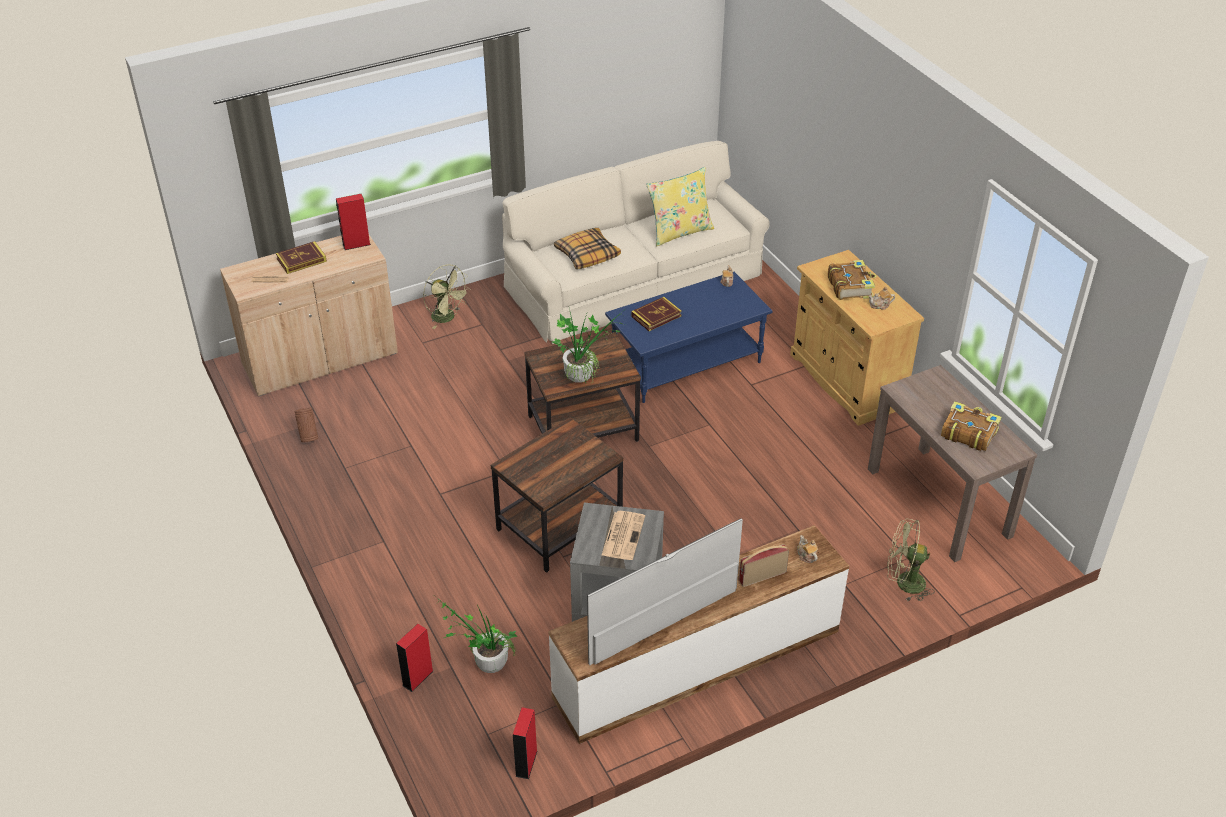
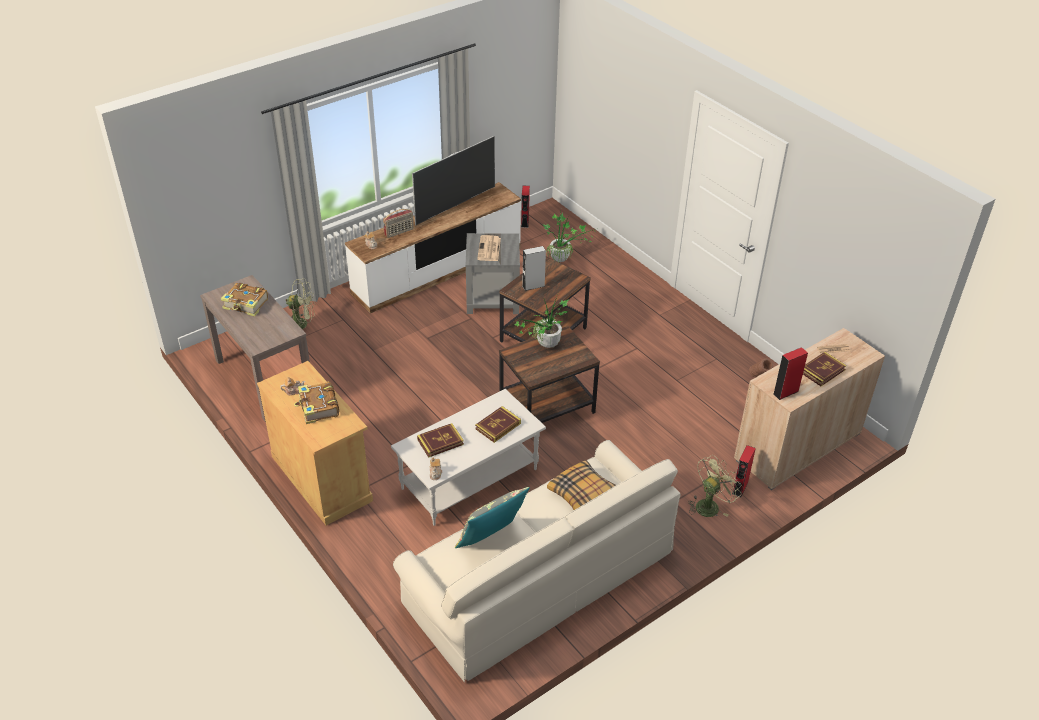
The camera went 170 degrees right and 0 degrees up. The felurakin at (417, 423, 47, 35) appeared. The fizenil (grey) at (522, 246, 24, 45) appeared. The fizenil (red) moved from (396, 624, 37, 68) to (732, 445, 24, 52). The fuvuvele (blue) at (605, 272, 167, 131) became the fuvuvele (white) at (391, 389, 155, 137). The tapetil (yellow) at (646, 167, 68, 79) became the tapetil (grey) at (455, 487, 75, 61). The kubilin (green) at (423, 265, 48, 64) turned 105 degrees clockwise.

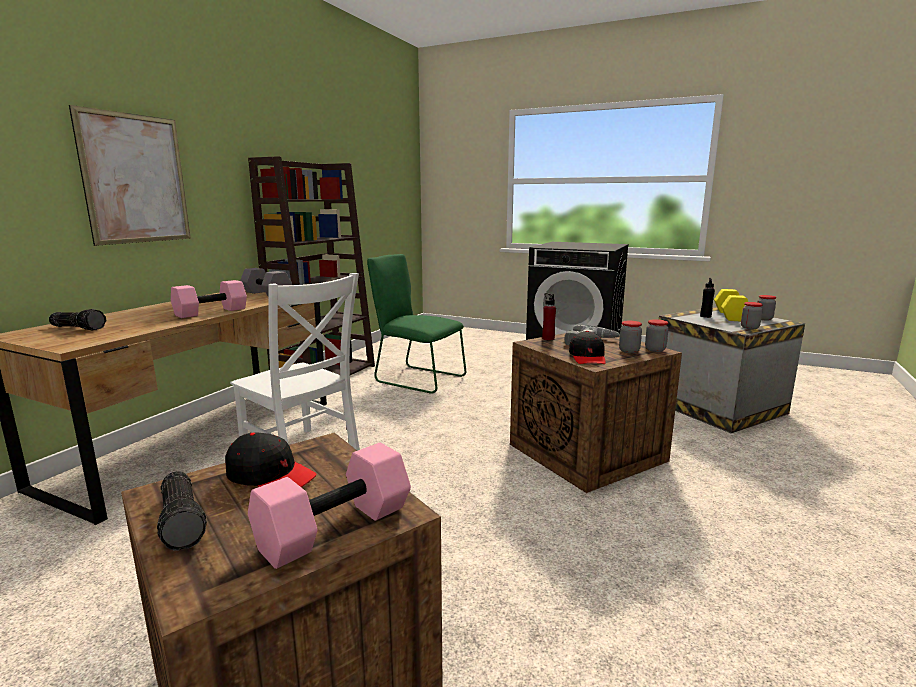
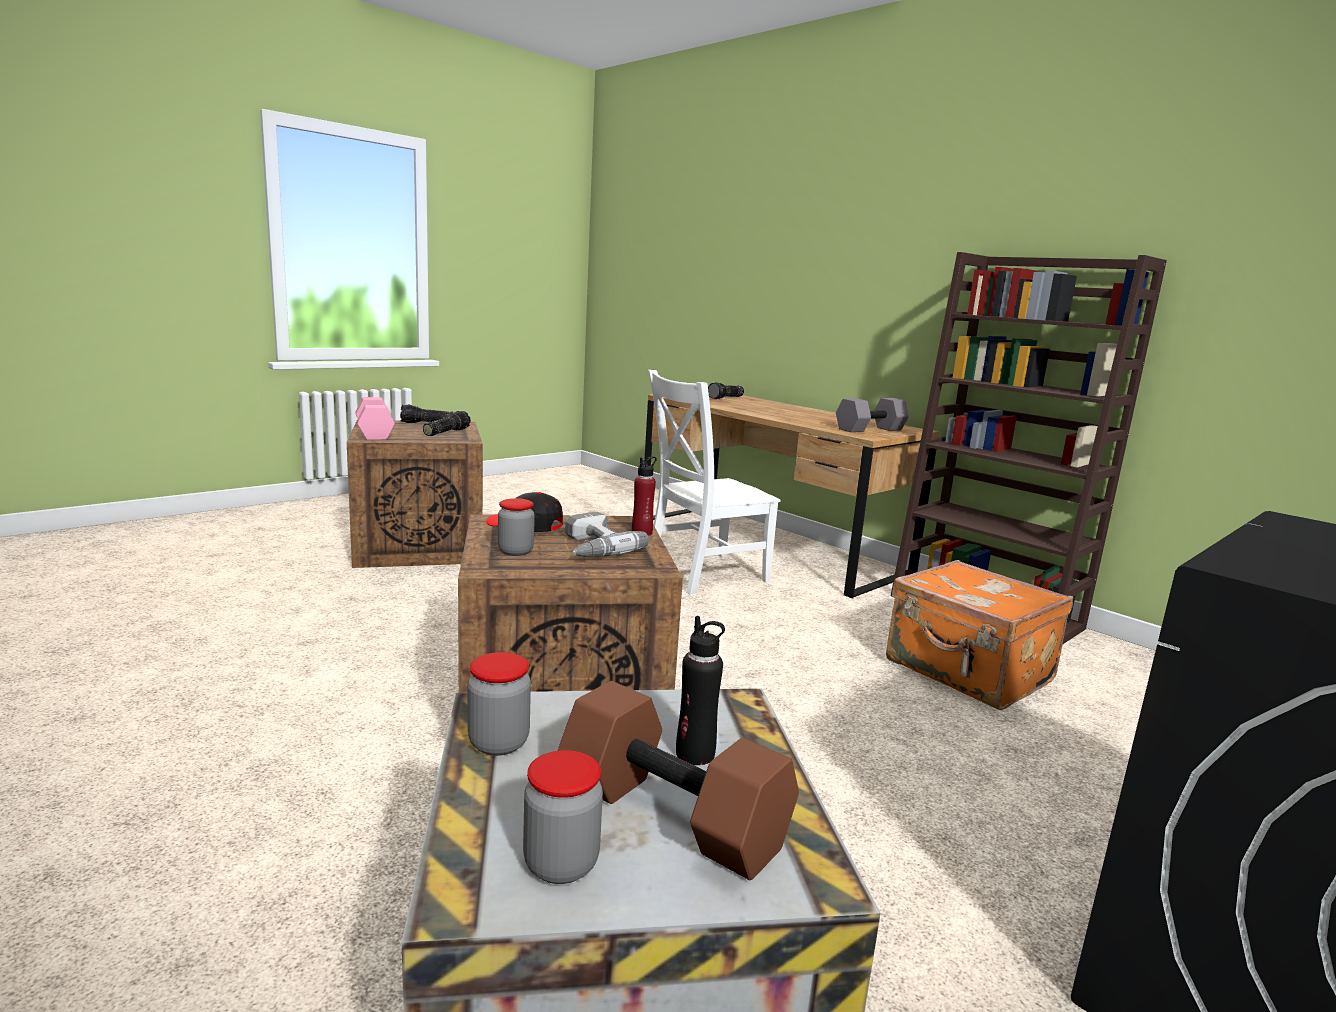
The camera went 110 degrees right and 0 degrees up. The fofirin at (69, 105, 122, 141) disappeared. The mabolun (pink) at (171, 280, 76, 38) disappeared. The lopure at (645, 319, 23, 33) disappeared. The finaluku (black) at (225, 432, 92, 55) was replaced by the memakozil at (423, 411, 48, 25). The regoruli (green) at (367, 254, 99, 140) was replaced by the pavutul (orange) at (886, 560, 187, 150). The mabolun (yellow) at (714, 289, 34, 32) became the mabolun (brown) at (558, 681, 241, 199).

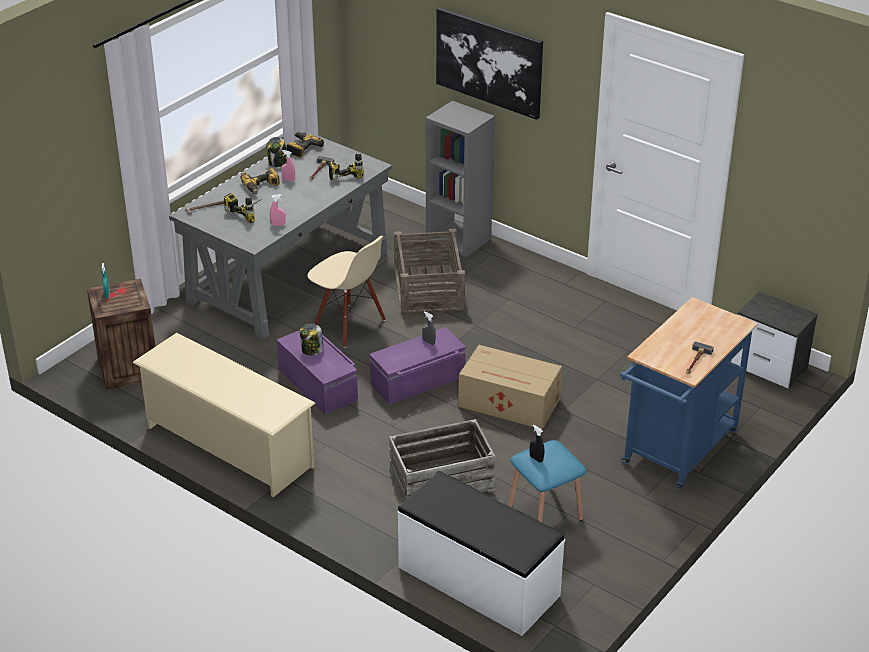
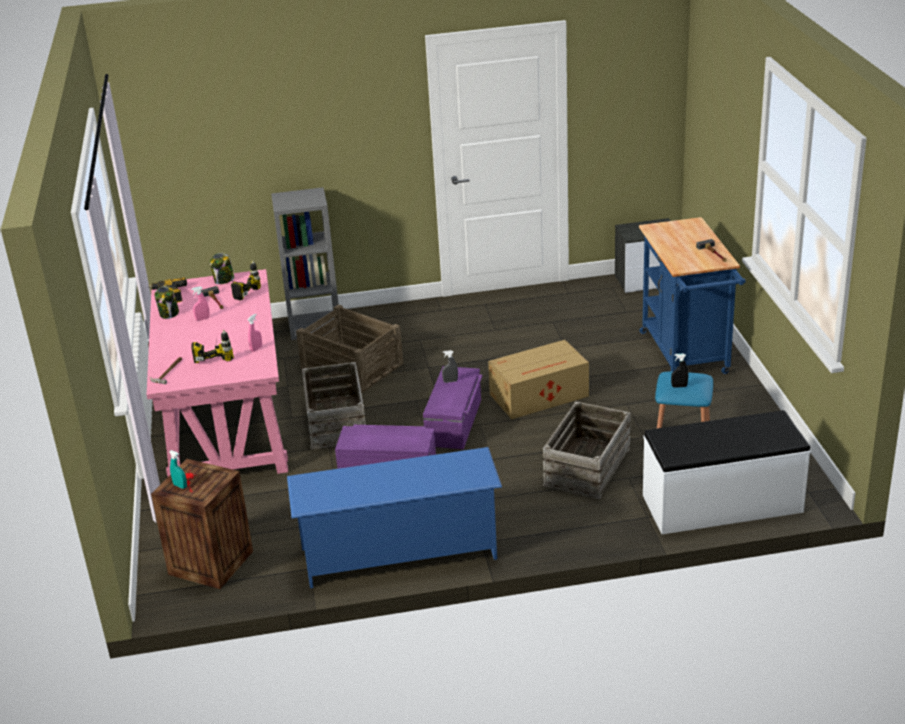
The camera went 45 degrees left and 5 degrees down. The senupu at (240, 168, 40, 26) disappeared. The fofirin at (436, 7, 107, 113) disappeared. The lopure moved from (300, 323, 24, 33) to (210, 253, 24, 31). The regoruli (beige) at (307, 236, 79, 112) was replaced by the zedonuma at (302, 362, 64, 88). The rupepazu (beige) at (133, 333, 182, 164) became the rupepazu (blue) at (287, 447, 215, 141). The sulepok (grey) at (169, 132, 223, 208) became the sulepok (pink) at (147, 269, 141, 208).

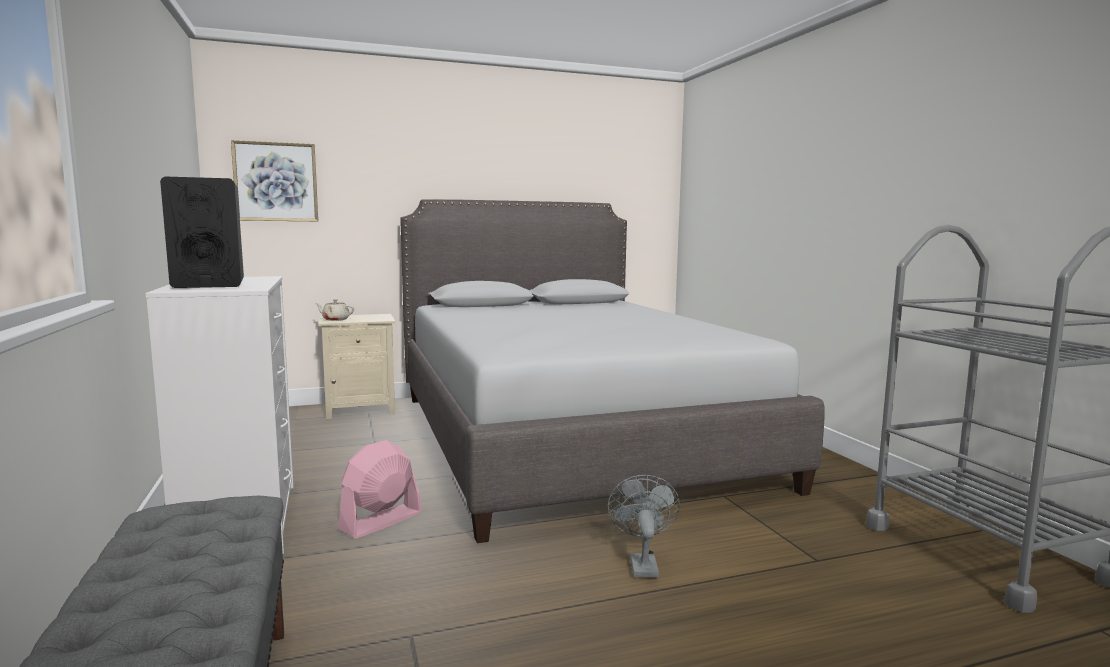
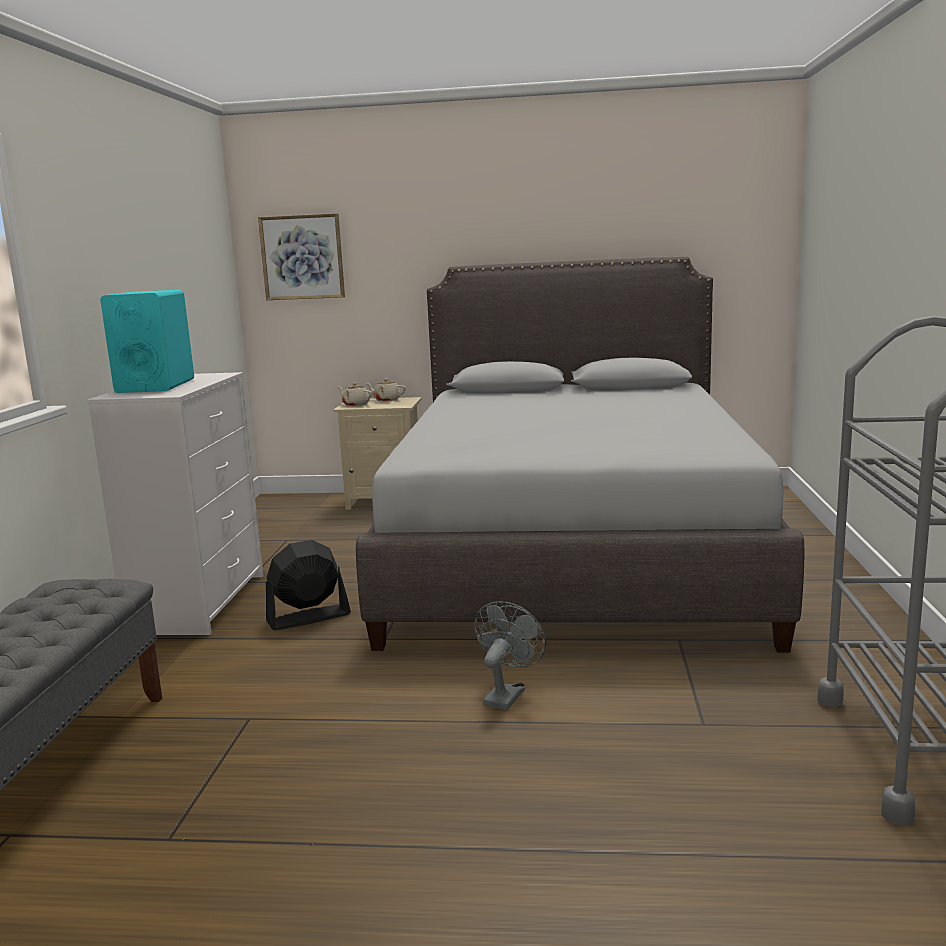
The camera went 25 degrees right and 5 degrees up. The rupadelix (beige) at (366, 379, 40, 22) appeared. The fizenil (black) at (160, 177, 84, 111) became the fizenil (turquoise) at (100, 290, 94, 103). The kubilin (pink) at (338, 440, 84, 98) became the kubilin (black) at (266, 540, 85, 90).

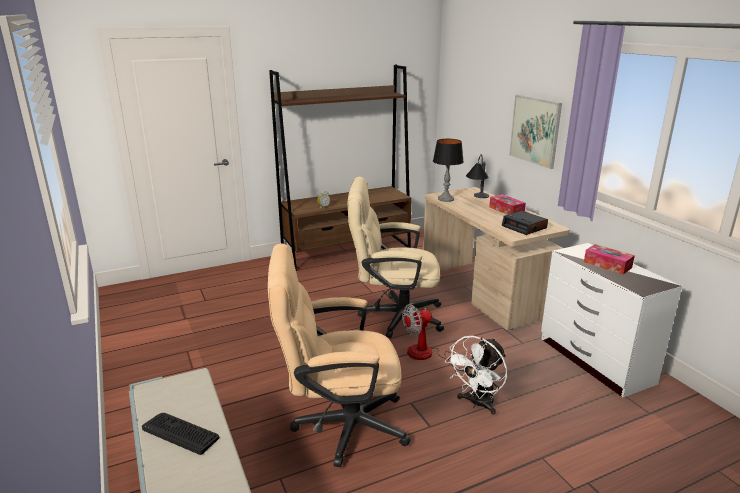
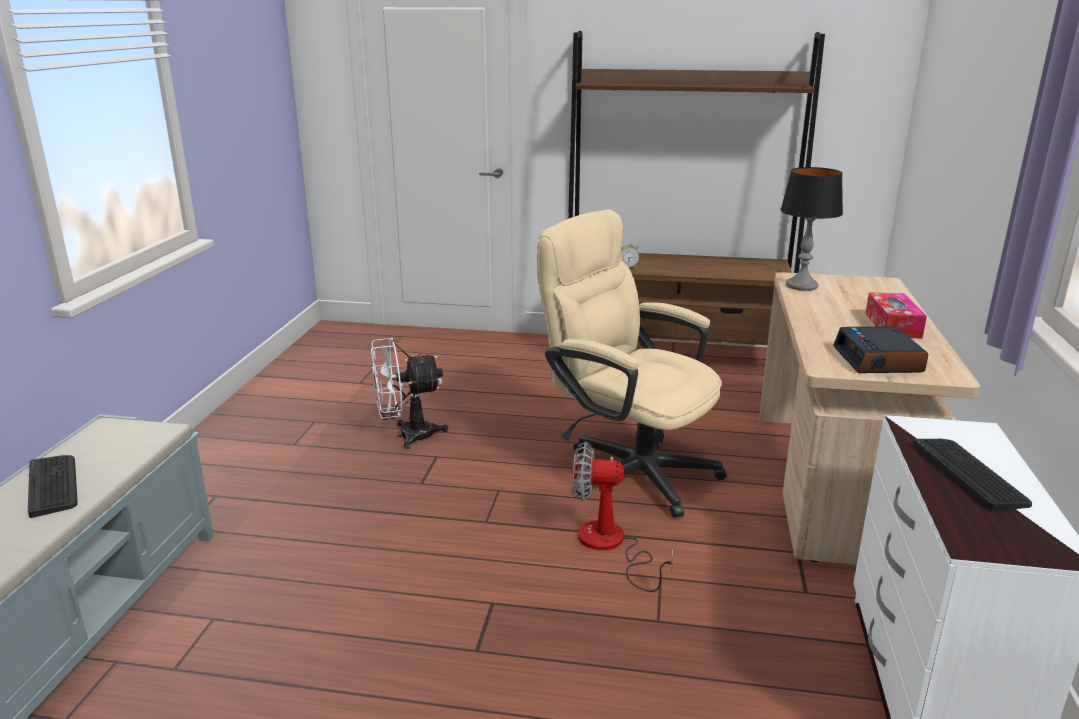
The camera went 35 degrees right and 0 degrees up. The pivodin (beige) at (268, 243, 143, 224) disappeared. The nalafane at (466, 154, 23, 44) disappeared. The fofirin at (509, 95, 53, 74) disappeared. The kubilin (white) moved from (445, 336, 62, 79) to (371, 338, 77, 111). The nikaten at (584, 244, 51, 30) was replaced by the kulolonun at (913, 439, 119, 72).

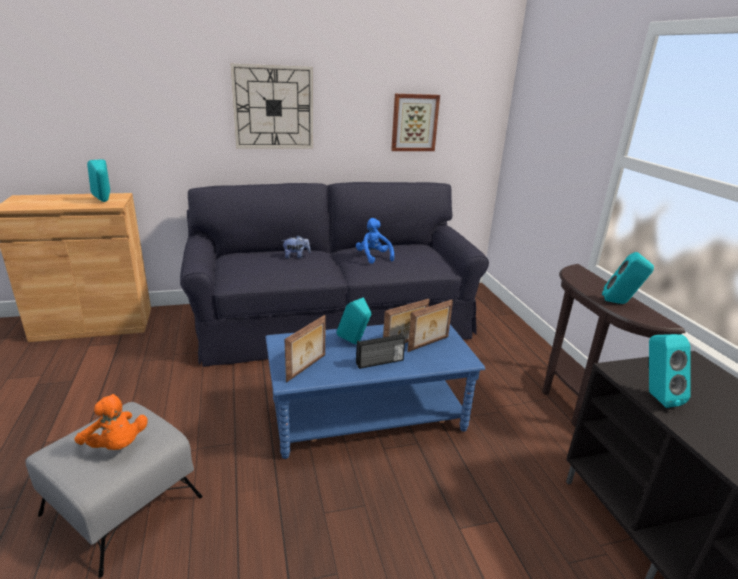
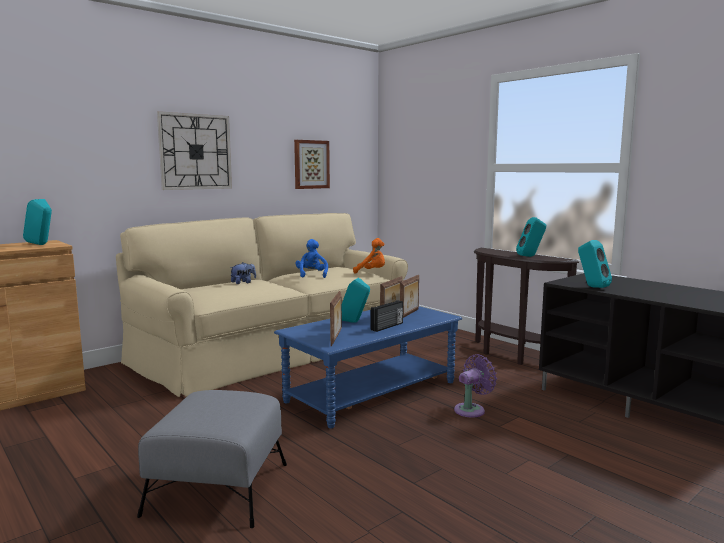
The camera went 25 degrees left and 15 degrees down. The kubilin (purple) at (454, 354, 43, 64) appeared. The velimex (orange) moved from (74, 394, 74, 56) to (353, 238, 32, 36). The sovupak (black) at (180, 182, 309, 185) became the sovupak (beige) at (116, 213, 292, 184). The velimex (blue) at (356, 218, 38, 46) turned 45 degrees clockwise.

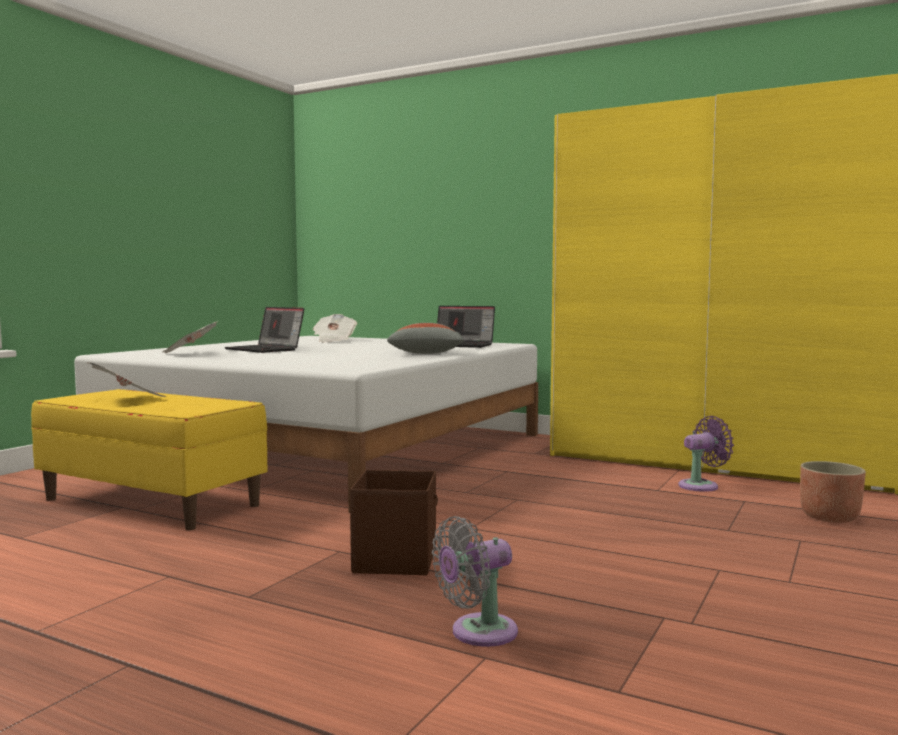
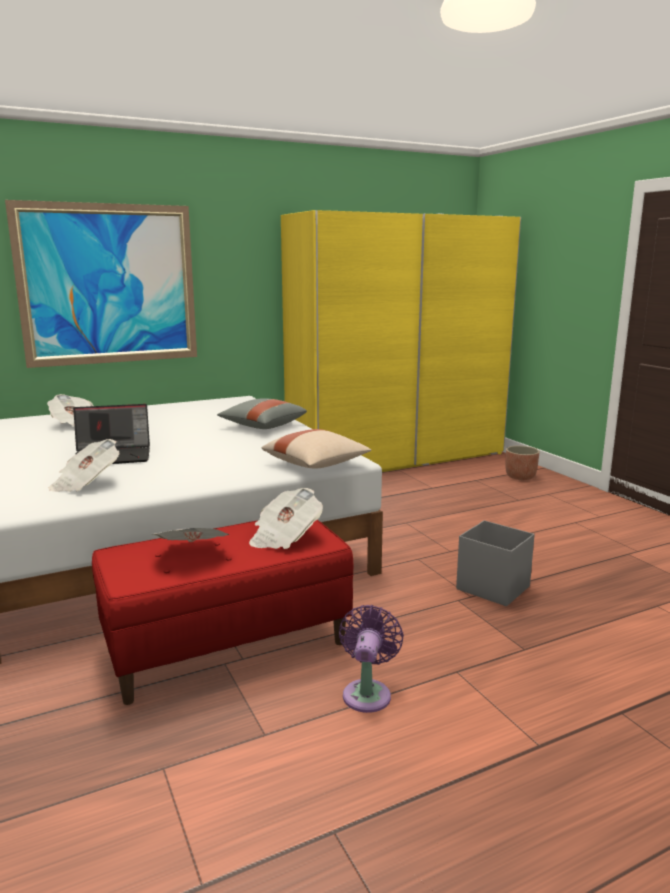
The camera went 55 degrees left and 10 degrees up. The kubilin (grey) at (432, 516, 86, 131) disappeared. The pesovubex at (437, 306, 58, 42) disappeared. The fofirin at (5, 200, 192, 168) appeared. The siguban at (249, 488, 74, 61) appeared. The tapetil (beige) at (262, 429, 109, 40) appeared. The kubilin (purple) moved from (679, 416, 55, 76) to (339, 605, 65, 108). The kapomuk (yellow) at (31, 389, 236, 141) became the kapomuk (red) at (92, 520, 261, 185). The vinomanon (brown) at (350, 470, 88, 105) became the vinomanon (grey) at (456, 520, 79, 86).

